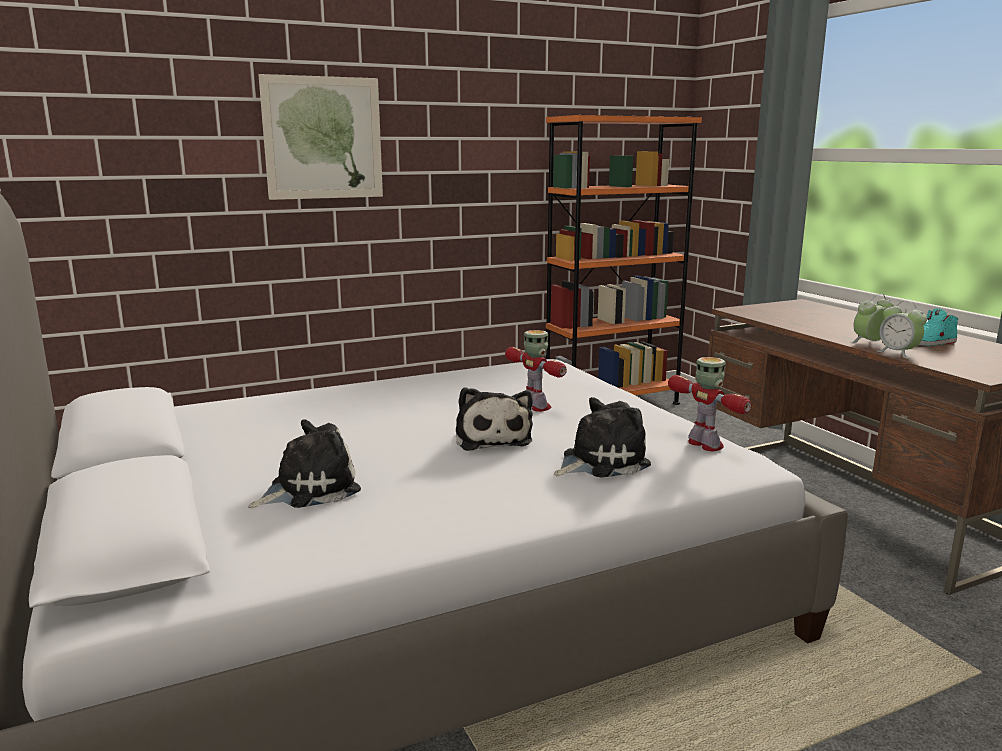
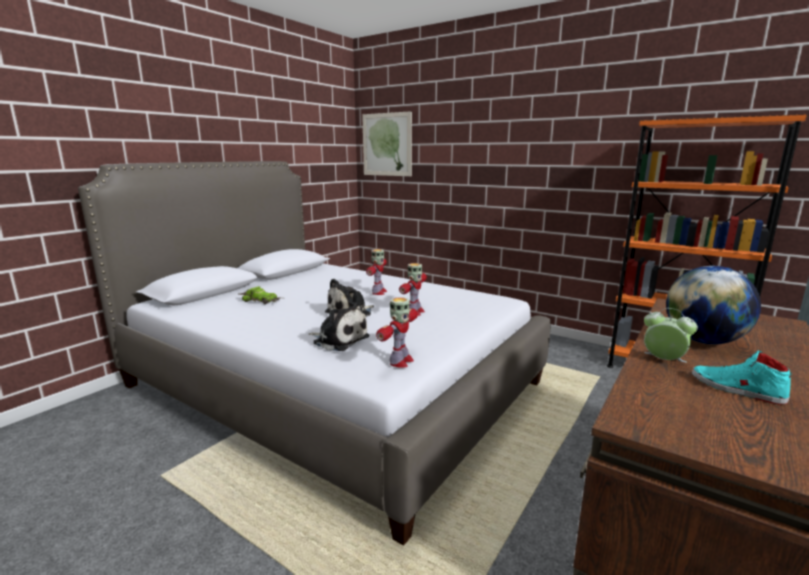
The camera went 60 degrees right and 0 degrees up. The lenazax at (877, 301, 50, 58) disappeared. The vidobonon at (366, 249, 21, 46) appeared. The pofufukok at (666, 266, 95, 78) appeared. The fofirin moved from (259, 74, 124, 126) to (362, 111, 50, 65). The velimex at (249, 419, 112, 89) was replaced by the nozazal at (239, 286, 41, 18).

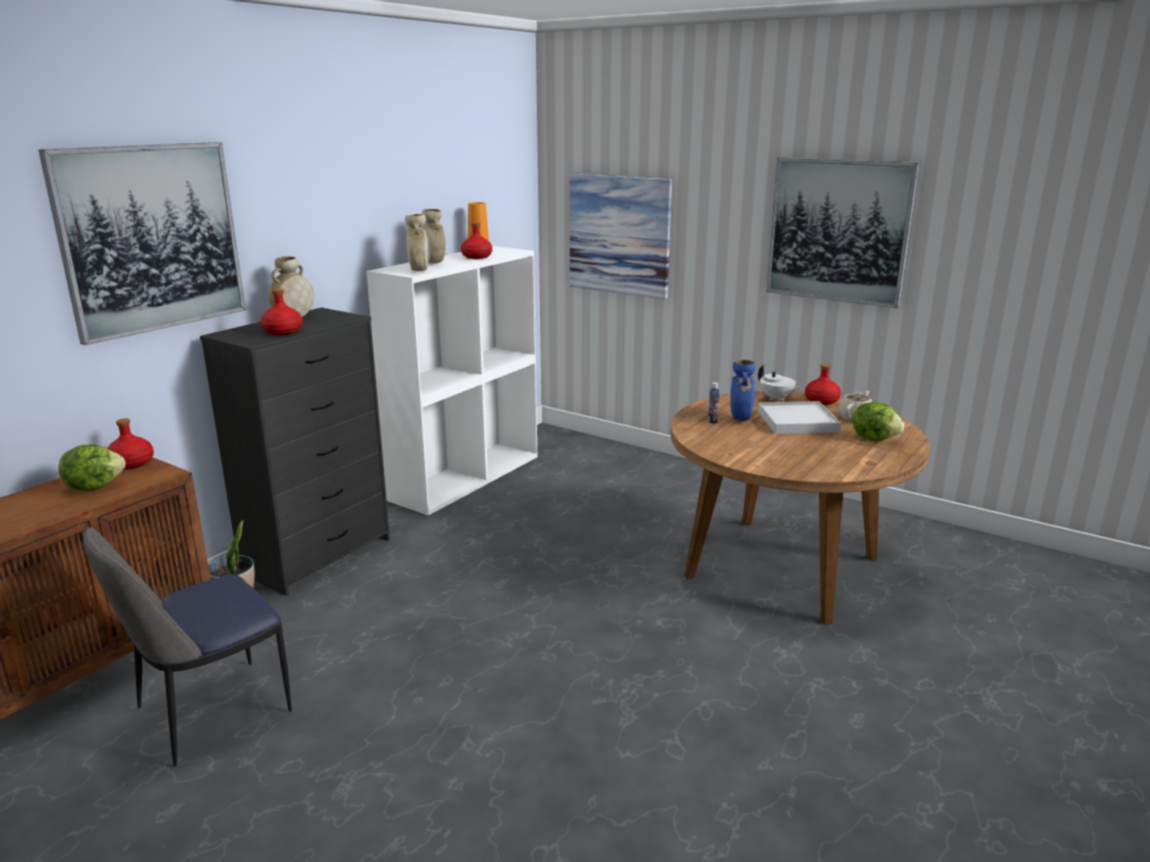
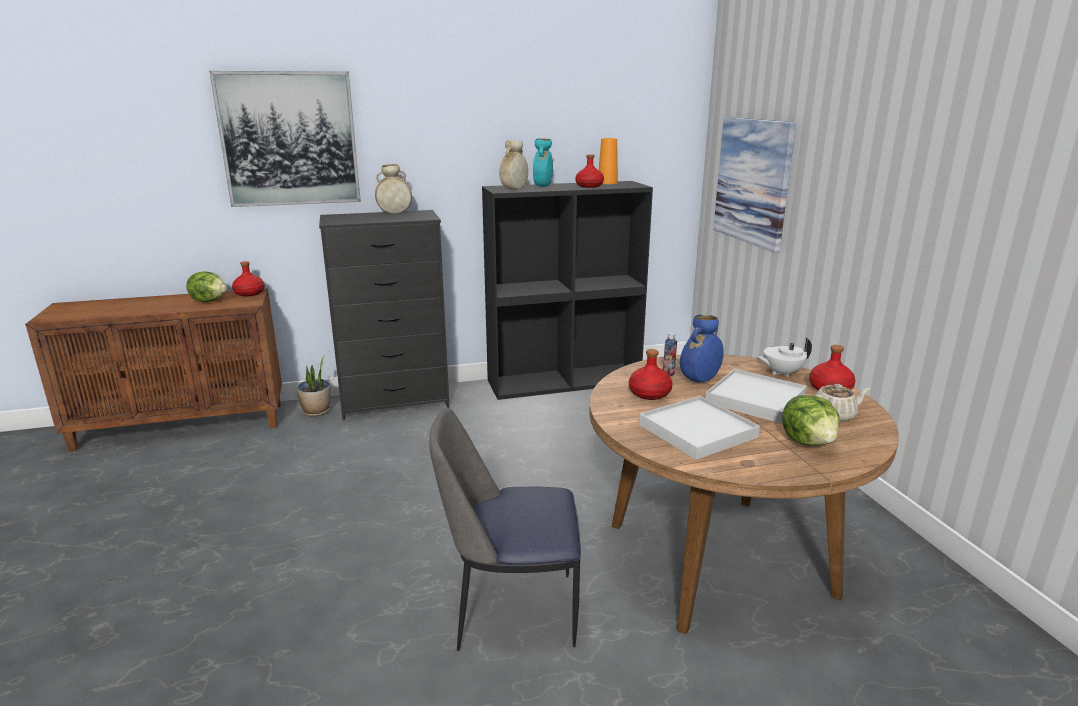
The camera went 40 degrees right and 0 degrees up. The fofirin at (766, 158, 153, 150) disappeared. The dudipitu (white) at (639, 396, 121, 64) appeared. The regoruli moved from (83, 527, 209, 240) to (429, 408, 152, 243). The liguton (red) moved from (260, 289, 43, 47) to (629, 349, 44, 51). The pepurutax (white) at (366, 246, 171, 270) became the pepurutax (black) at (482, 181, 171, 219). The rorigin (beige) at (422, 209, 24, 55) became the rorigin (turquoise) at (533, 138, 20, 49). The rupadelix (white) at (758, 365, 43, 36) turned 75 degrees clockwise.

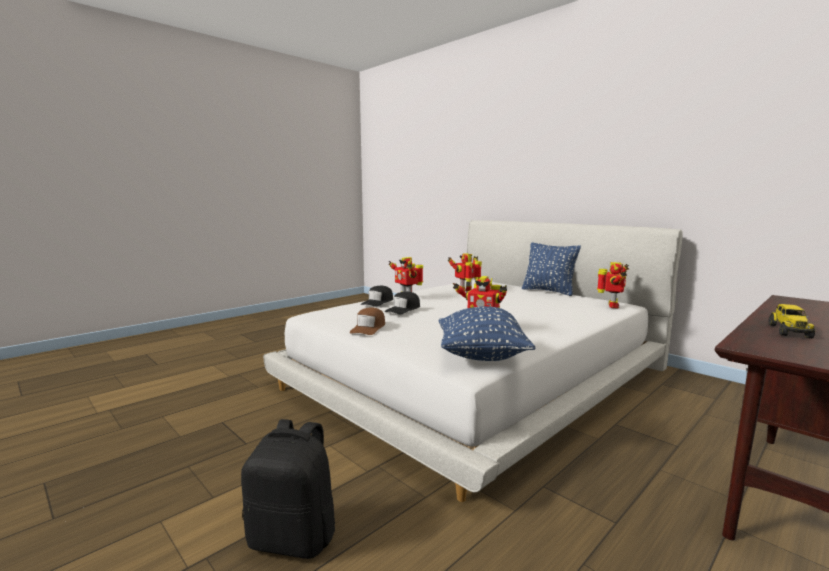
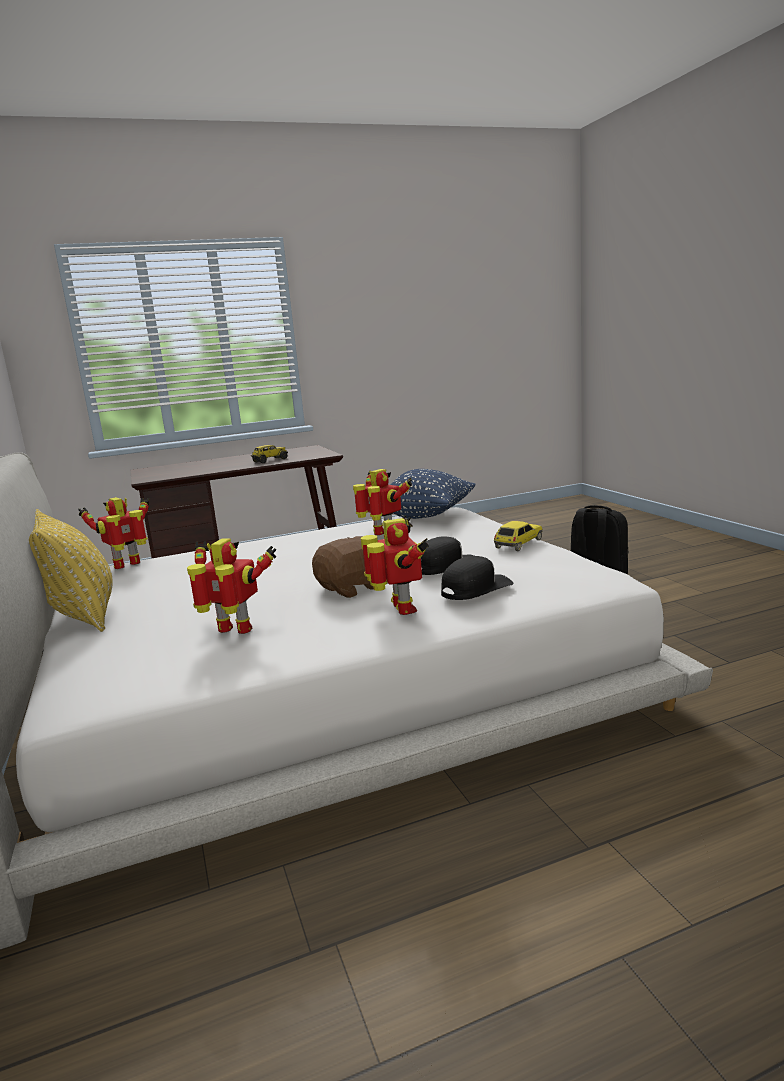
The camera went 155 degrees left and 5 degrees up. The velimex (brown) at (312, 536, 62, 62) appeared. The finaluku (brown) at (350, 307, 35, 28) was replaced by the nozazal at (494, 521, 48, 30). The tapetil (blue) at (522, 242, 59, 54) became the tapetil (yellow) at (29, 509, 84, 123). The vidobonon at (448, 253, 34, 38) turned 150 degrees counterclockwise.

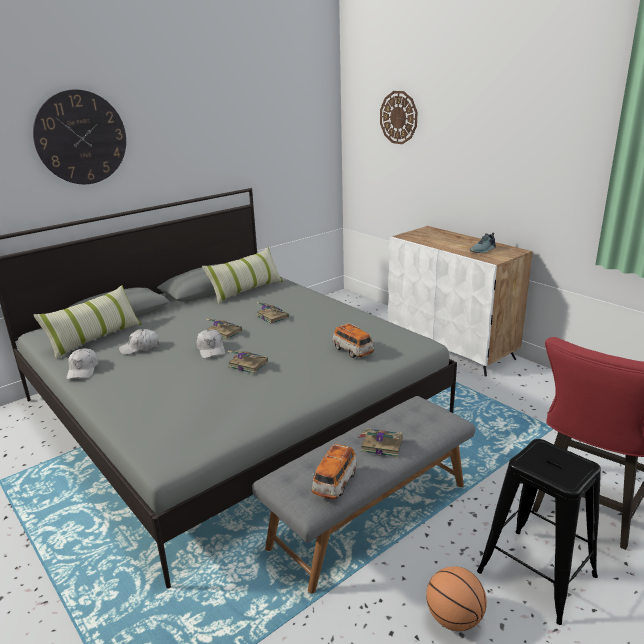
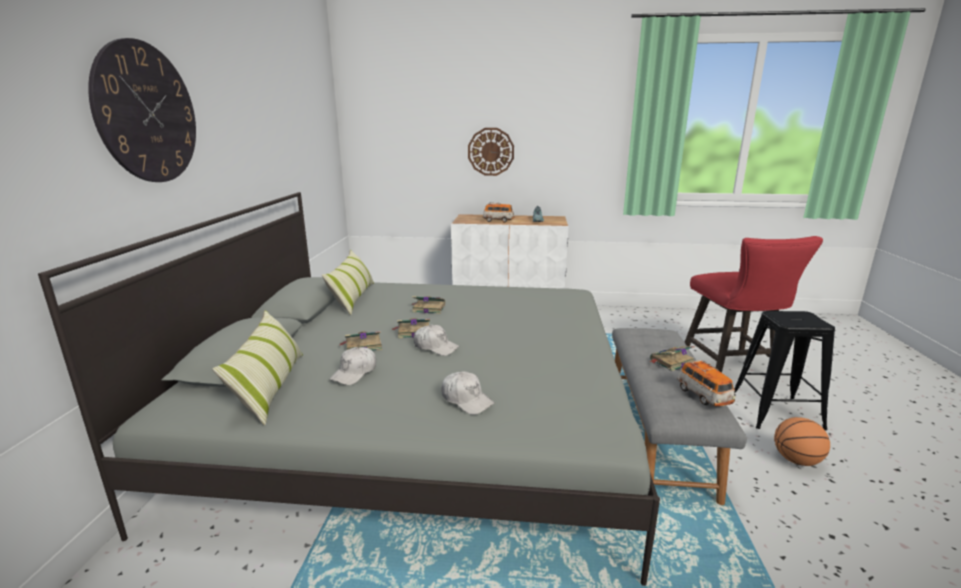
The camera went 45 degrees left and 5 degrees down. The finaluku (white) moved from (66, 348, 32, 31) to (441, 371, 54, 44). The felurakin moved from (228, 351, 40, 23) to (339, 331, 43, 20). The nozazal moved from (332, 323, 42, 35) to (482, 202, 32, 20). The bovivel moved from (380, 91, 37, 53) to (468, 128, 46, 48).

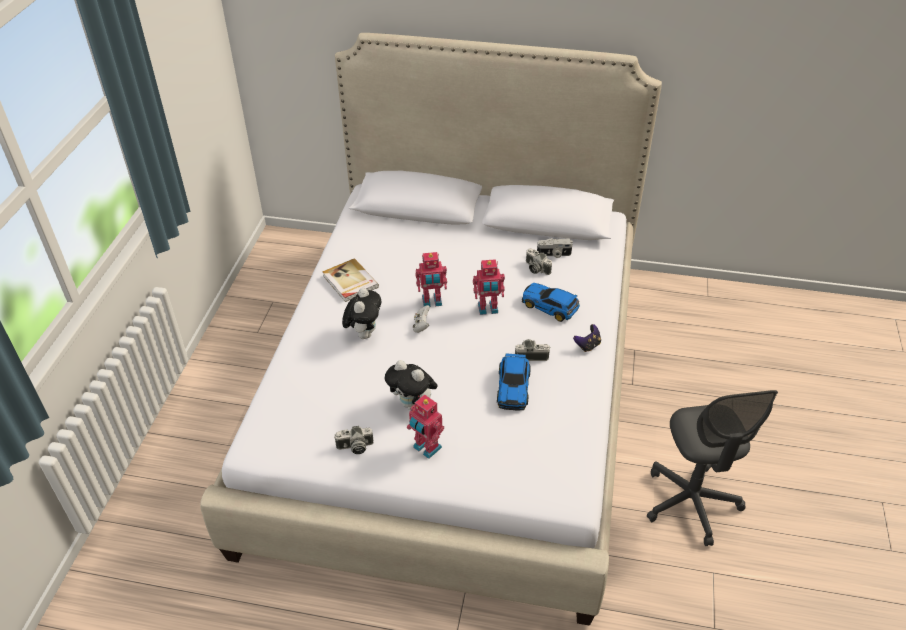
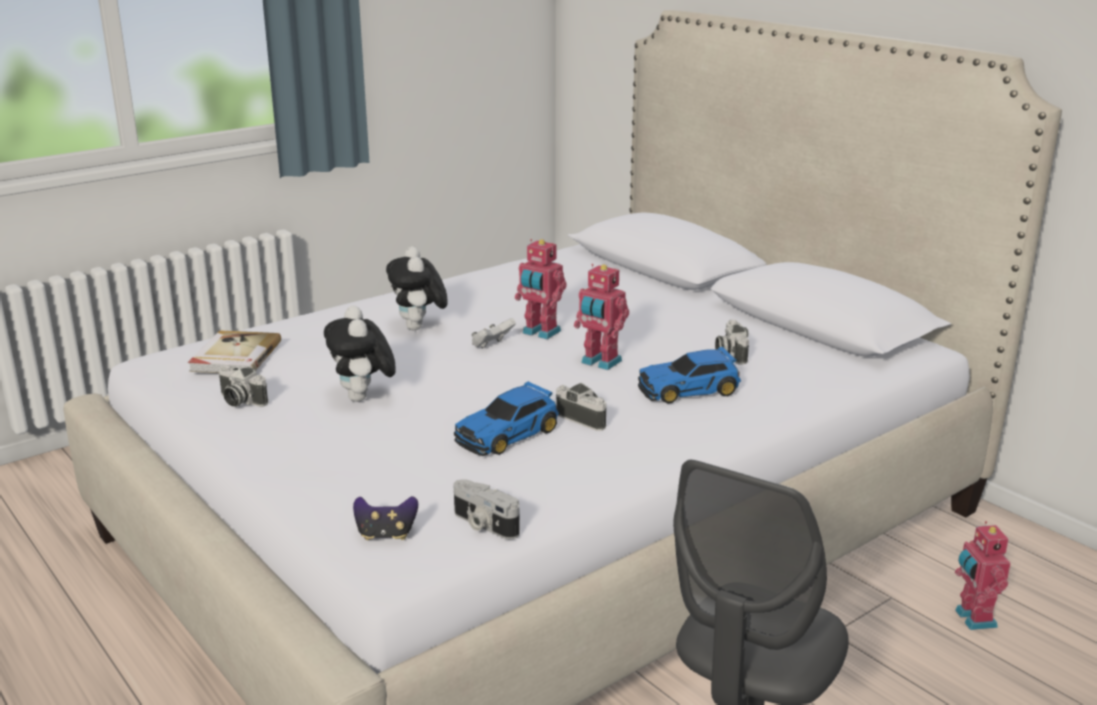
The camera went 40 degrees right and 20 degrees down. The felurakin moved from (322, 258, 57, 44) to (188, 330, 93, 43). The vidobonon moved from (407, 394, 37, 65) to (955, 521, 56, 109). The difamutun moved from (537, 238, 36, 20) to (454, 479, 66, 60). The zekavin moved from (573, 324, 28, 28) to (353, 496, 65, 44). The velimex at (342, 288, 39, 51) turned 120 degrees clockwise. The nozazal at (522, 283, 58, 39) turned 90 degrees counterclockwise.

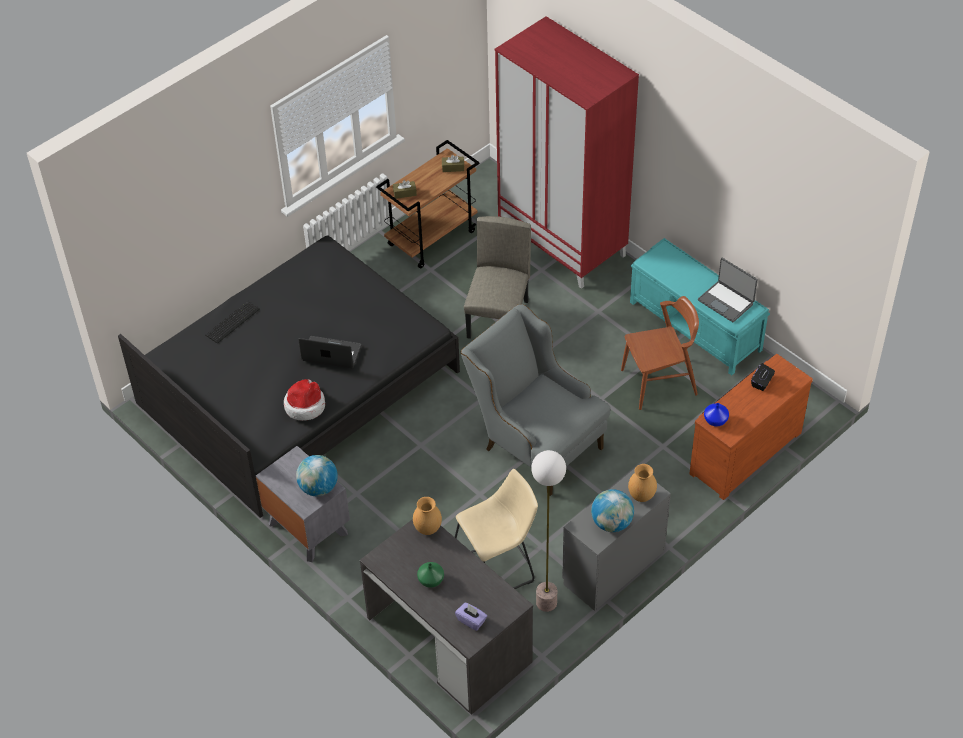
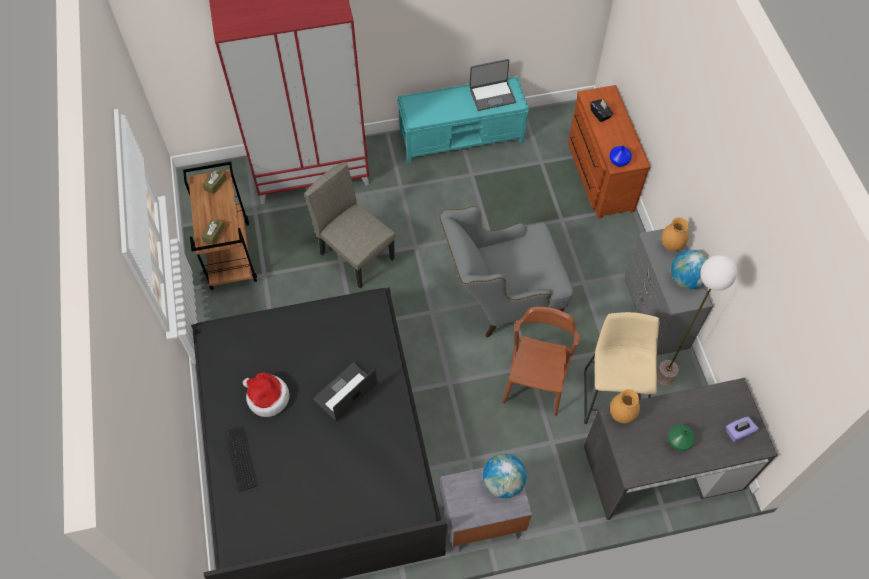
The camera went 60 degrees left and 10 degrees up. The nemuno moved from (284, 379, 41, 42) to (243, 373, 47, 44). The regoruli (brown) moved from (621, 296, 78, 114) to (502, 307, 78, 109).

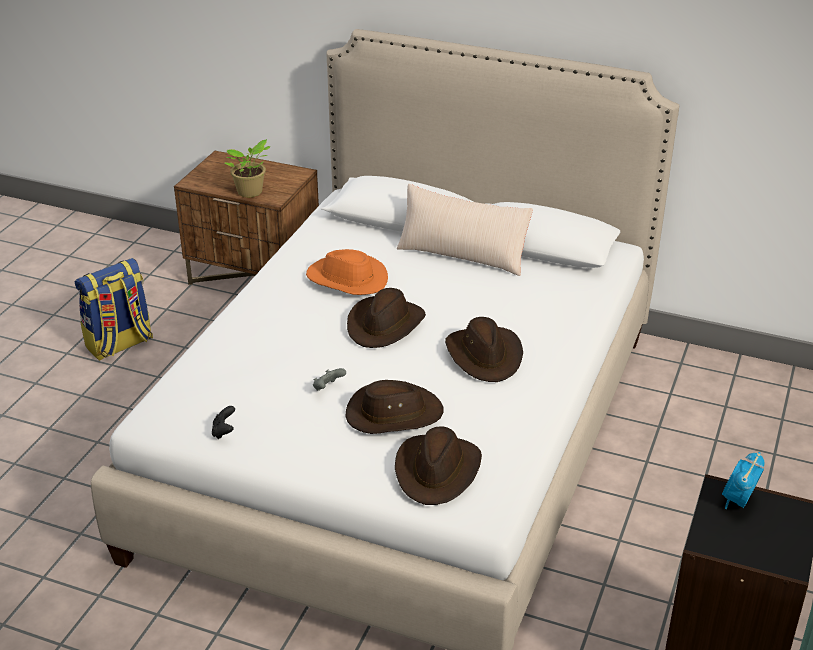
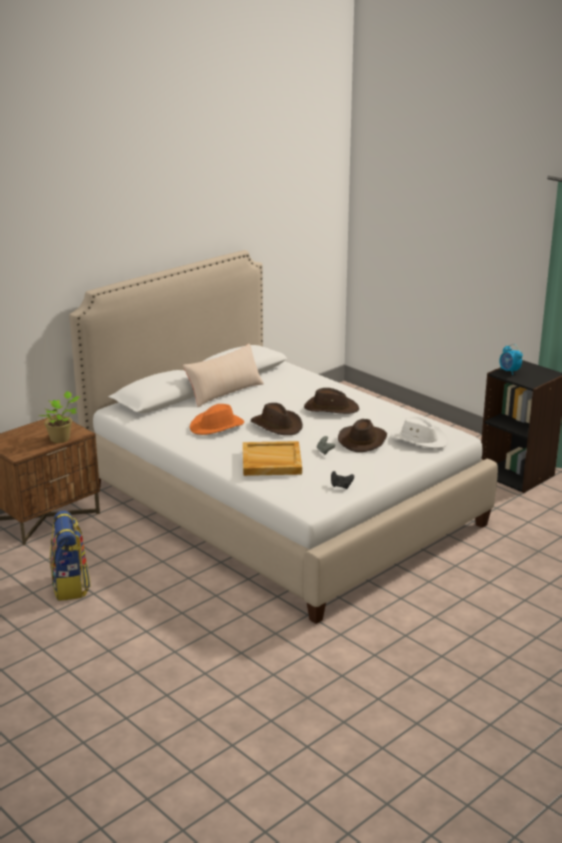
The camera went 65 degrees left and 10 degrees down. The dudipitu (beige) at (243, 441, 59, 35) appeared. The nemuno (brown) at (395, 426, 87, 79) became the nemuno (white) at (392, 416, 56, 33).

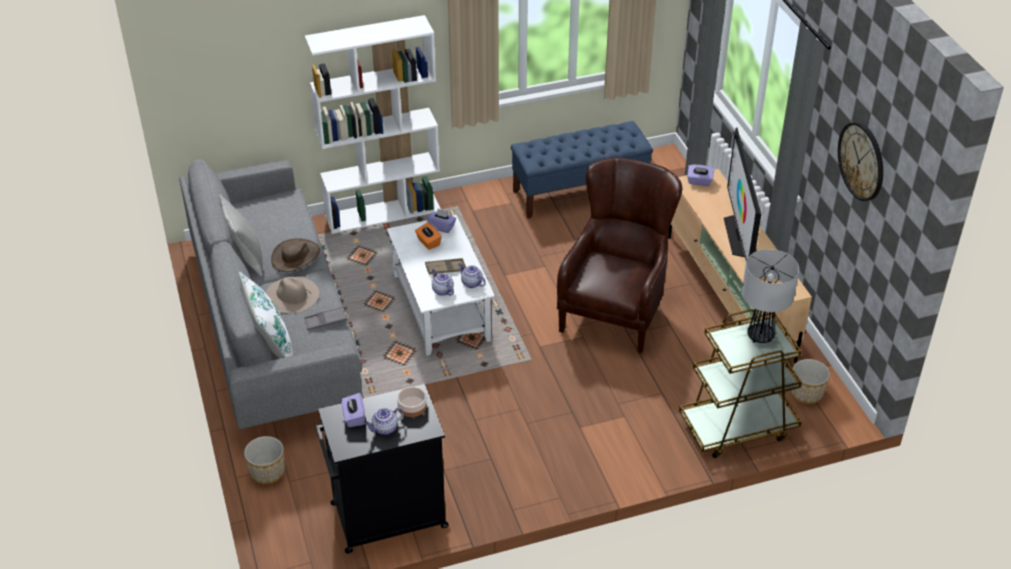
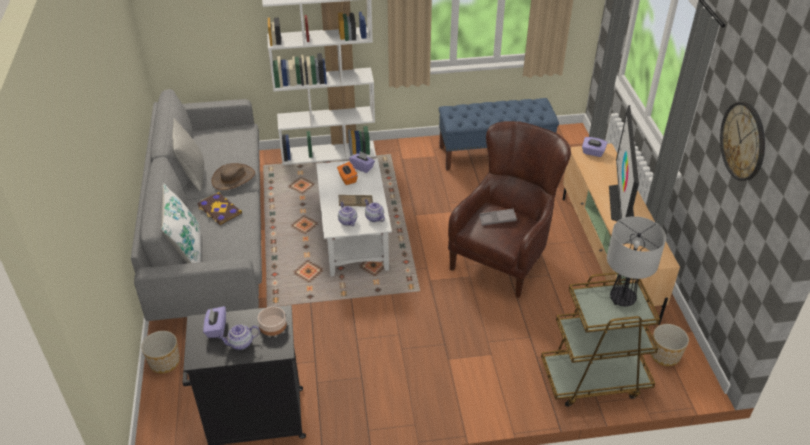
The camera went 10 degrees right and 0 degrees up. The dudipitu (grey) moved from (304, 306, 43, 25) to (479, 209, 38, 17). The nemuno (beige) at (266, 277, 53, 37) was replaced by the felurakin at (197, 192, 45, 33).

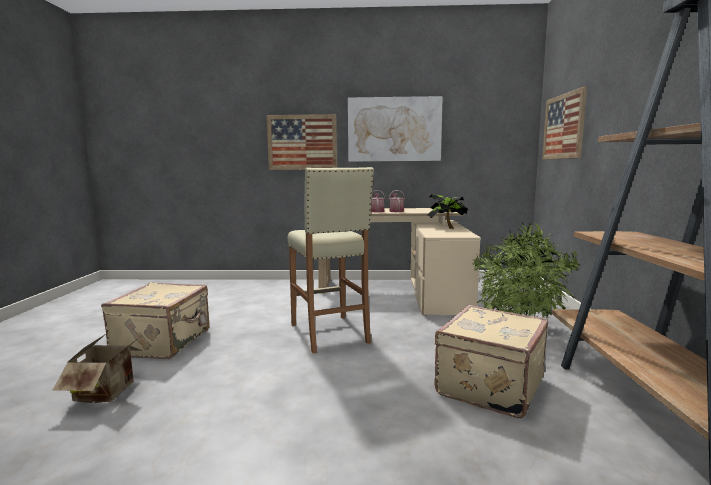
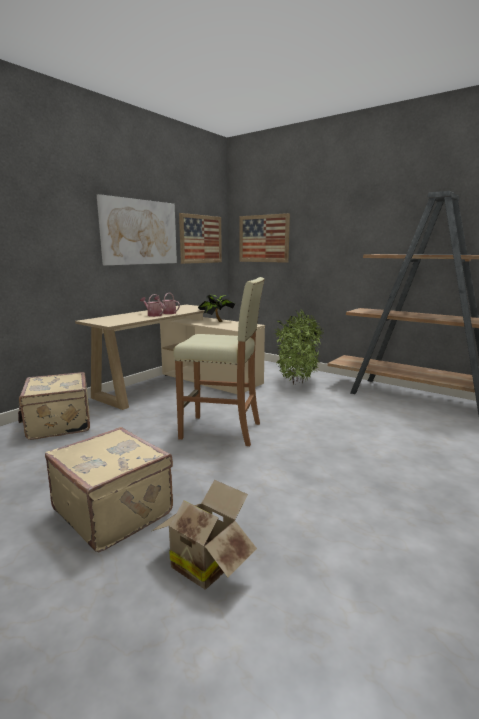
The camera went 55 degrees left and 5 degrees up. The fofirin moved from (266, 114, 71, 56) to (179, 213, 43, 51). The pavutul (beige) moved from (435, 305, 113, 113) to (18, 372, 72, 68).

